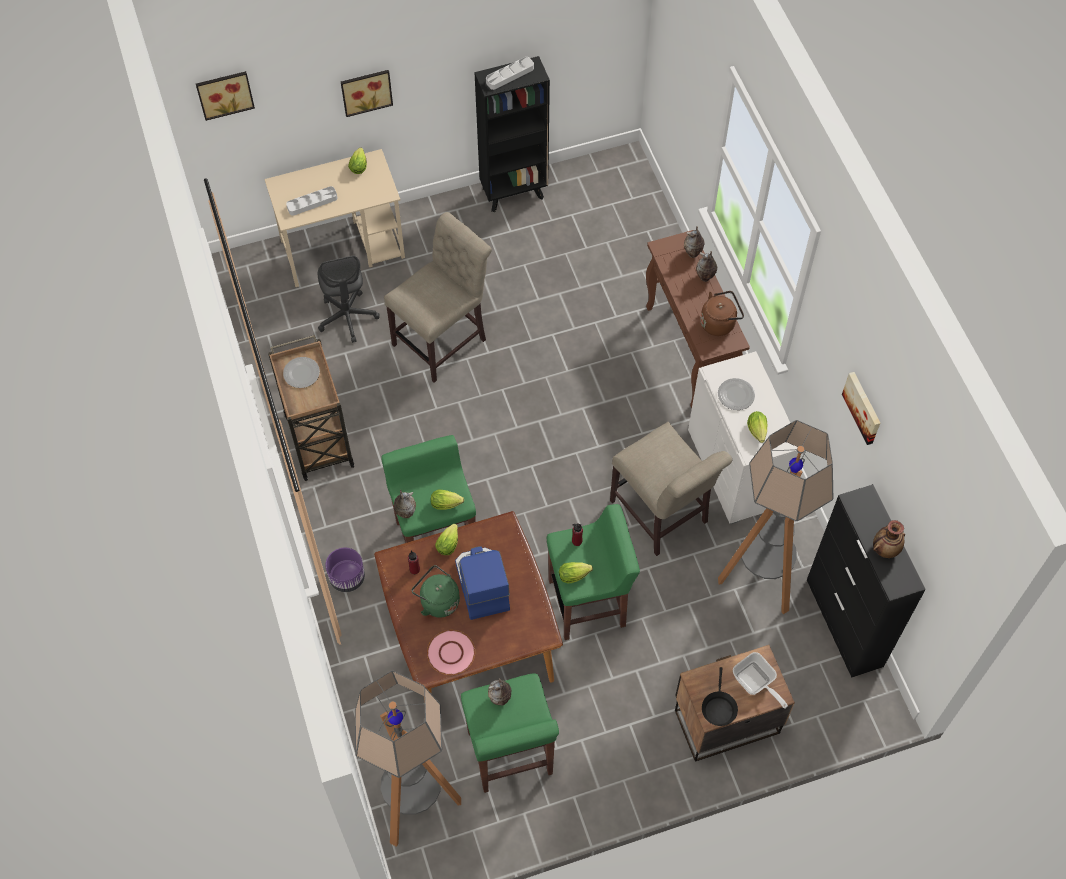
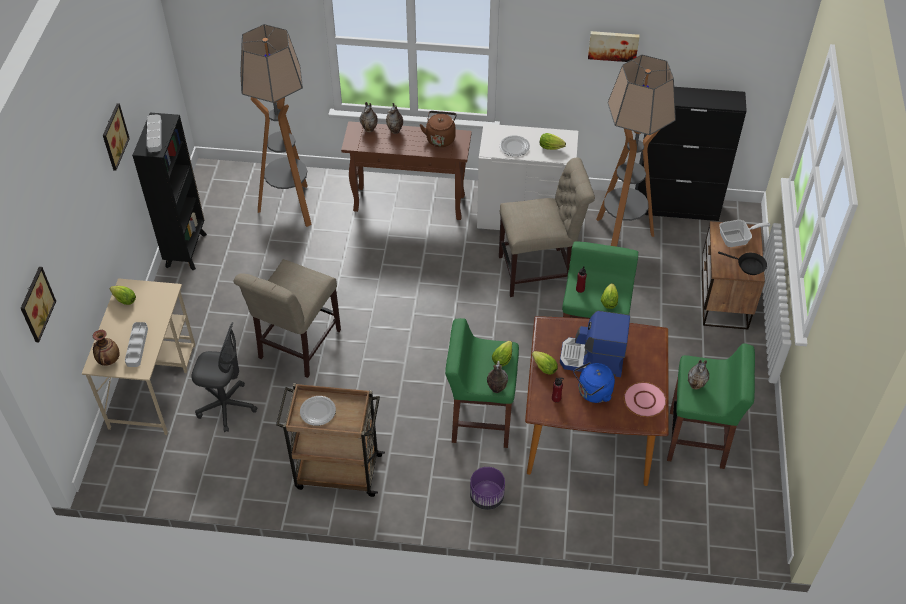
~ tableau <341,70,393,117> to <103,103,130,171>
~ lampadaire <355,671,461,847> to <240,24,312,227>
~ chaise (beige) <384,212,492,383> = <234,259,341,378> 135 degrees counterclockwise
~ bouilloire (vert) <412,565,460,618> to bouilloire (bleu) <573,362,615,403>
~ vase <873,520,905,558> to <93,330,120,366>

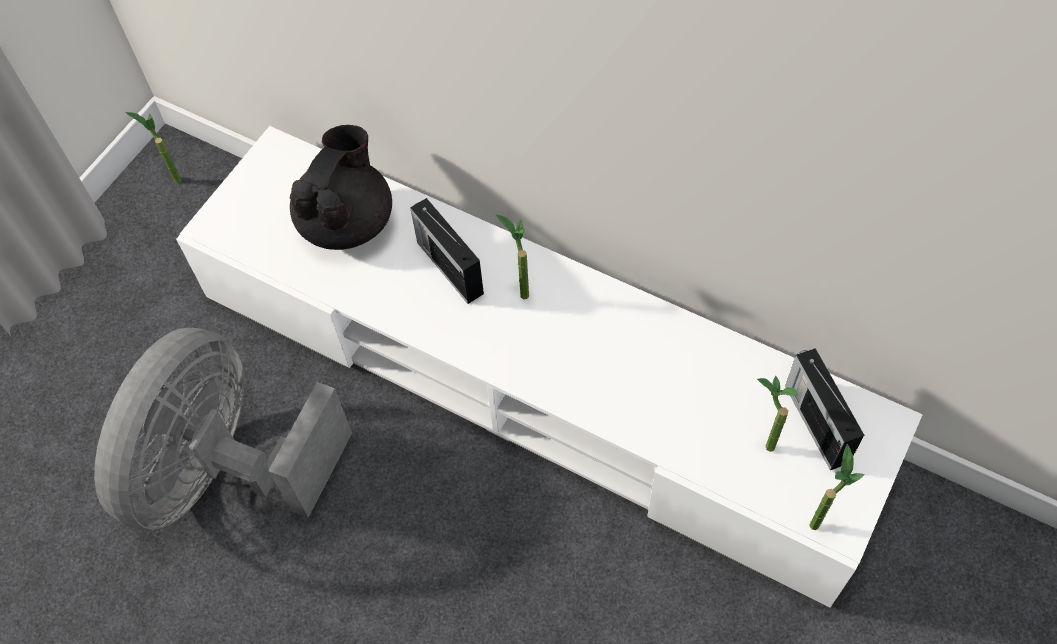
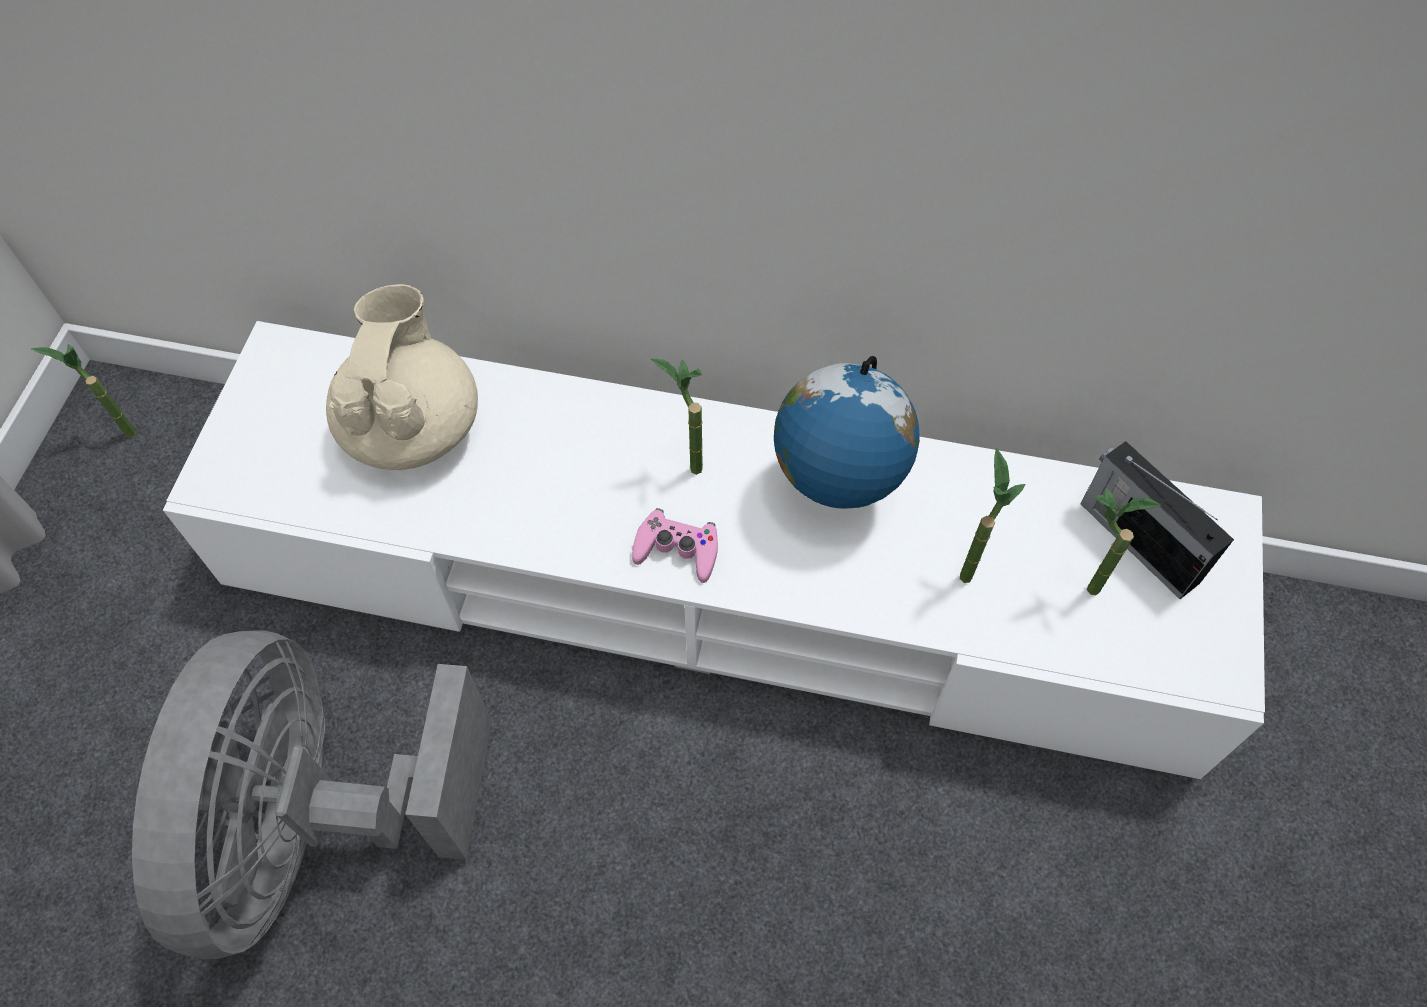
~ théière (noir) <290,125,392,250> to théière (beige) <326,284,478,470>
- radio <410,198,484,304>
~ plante en pot <809,444,865,530> to <960,448,1026,583>
+ manette (rose) <632,508,718,583>
+ globe <774,356,920,509>

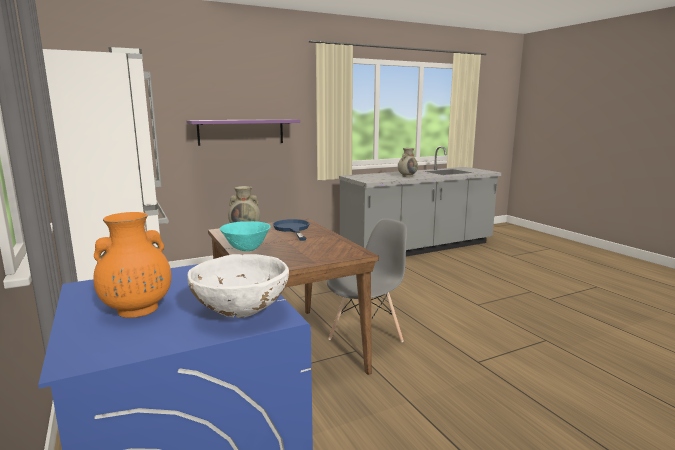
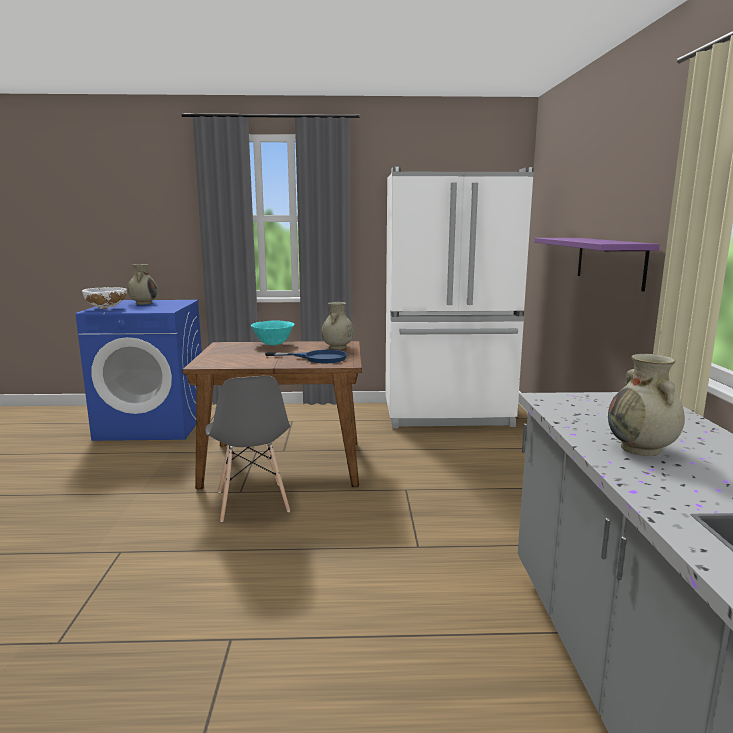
~ vase (orange) <93,212,171,318> to vase (beige) <128,264,157,305>

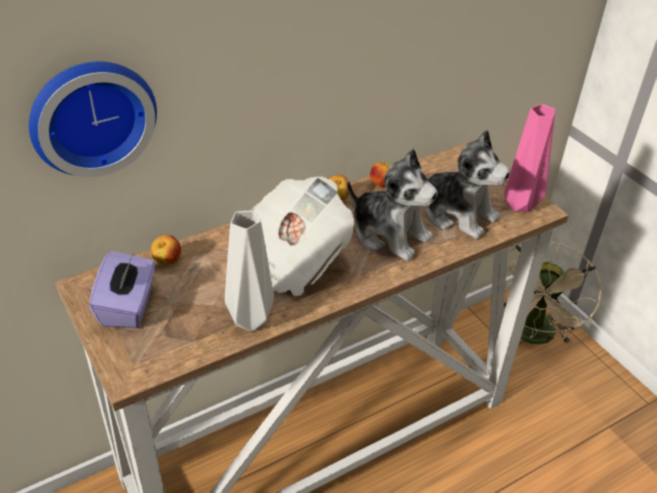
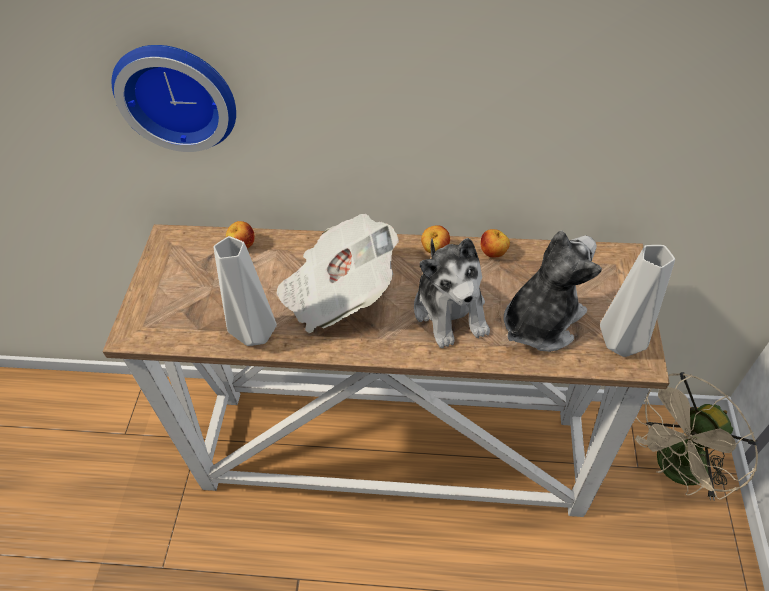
- boîte à mouchoirs (violet) <89,251,155,328>
~ peluche <418,129,510,239> = <504,230,602,352> 120 degrees counterclockwise
~ vase (rose) <504,104,556,212> to vase (gris) <600,245,675,357>

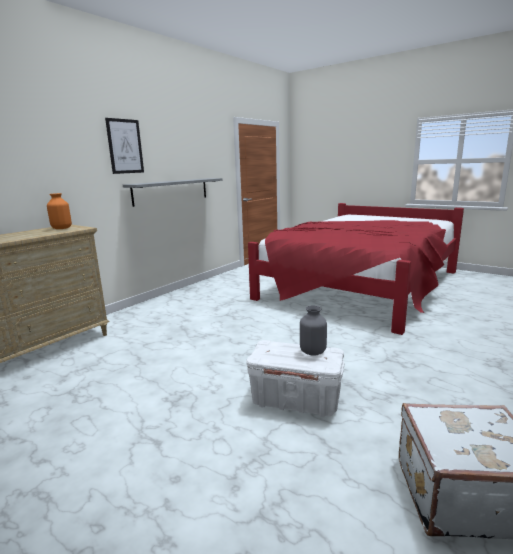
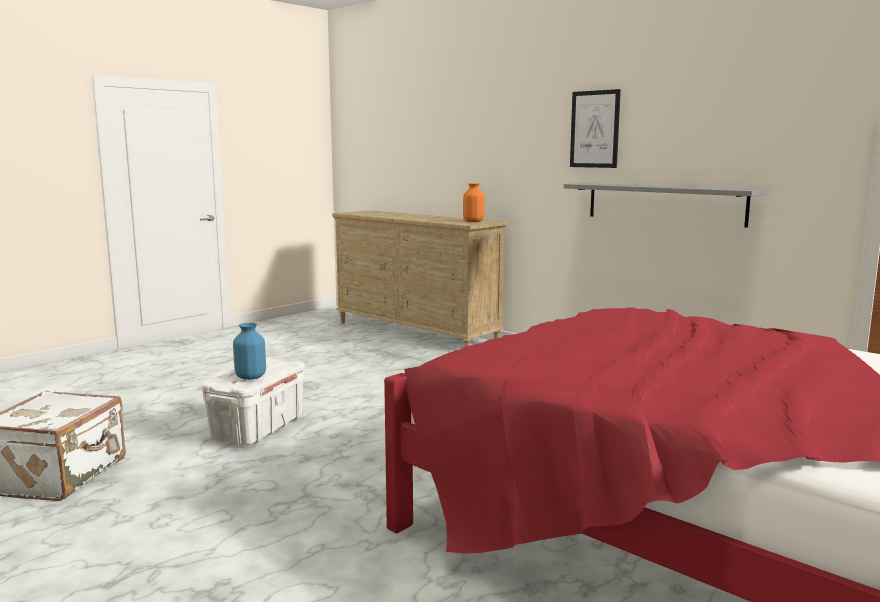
~ vase (gris) <300,306,327,355> to vase (bleu) <233,323,266,380>

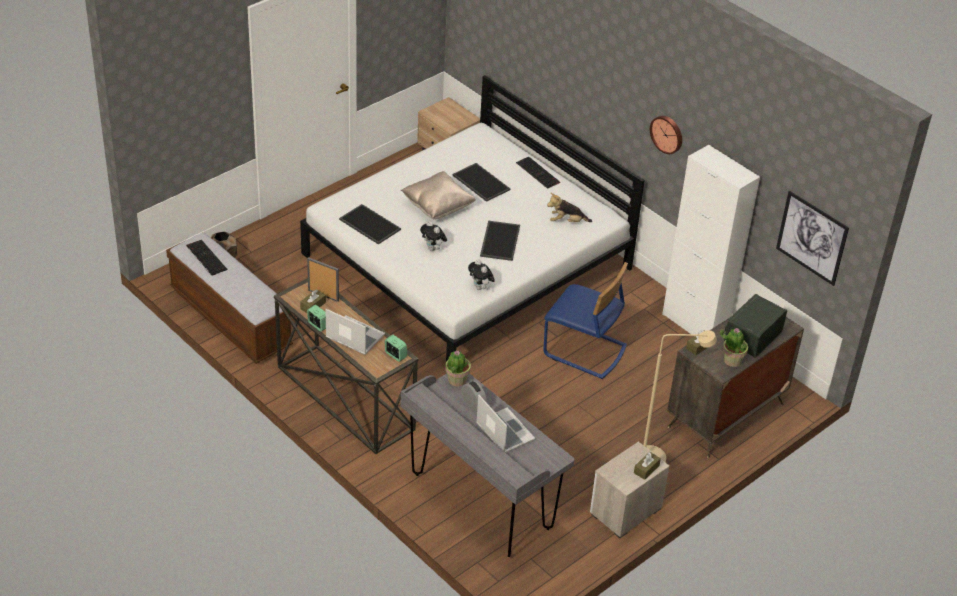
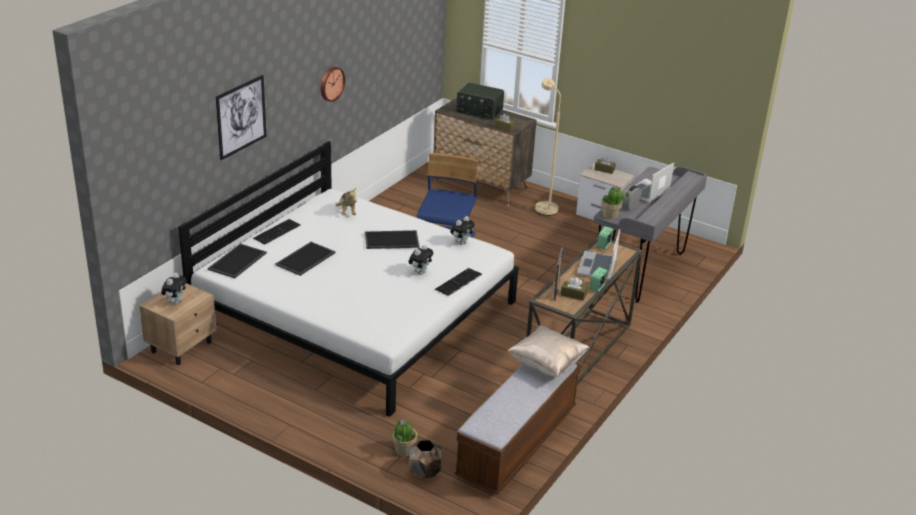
~ clavier <186,240,227,276> to <435,268,482,296>
~ plateau <339,204,401,244> to <208,244,267,278>
~ coussin (beige) <401,171,476,220> to <507,325,590,377>
- meuble de rangement (blanc) <662,145,760,334>
~ plante en pot <720,328,748,367> to <392,419,417,457>
~ tableau <776,191,849,286> to <216,75,266,160>
+ peluche <161,273,186,304>

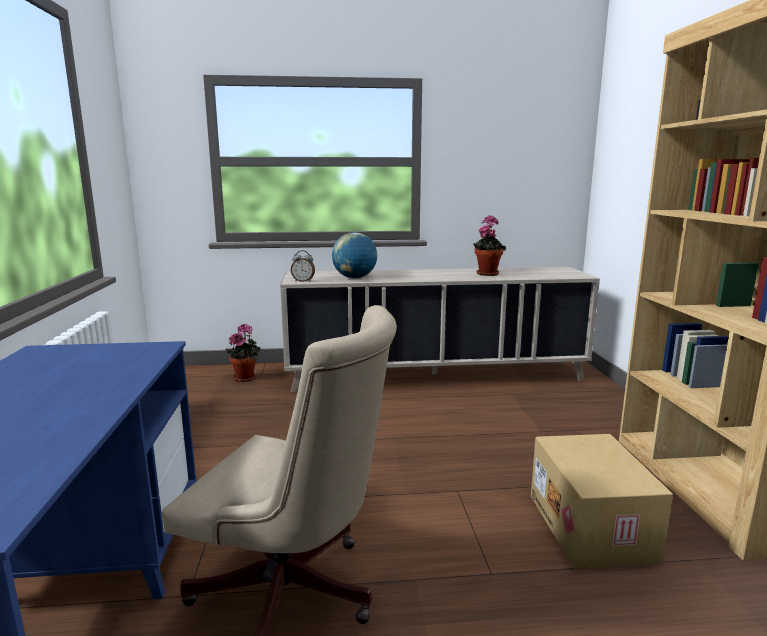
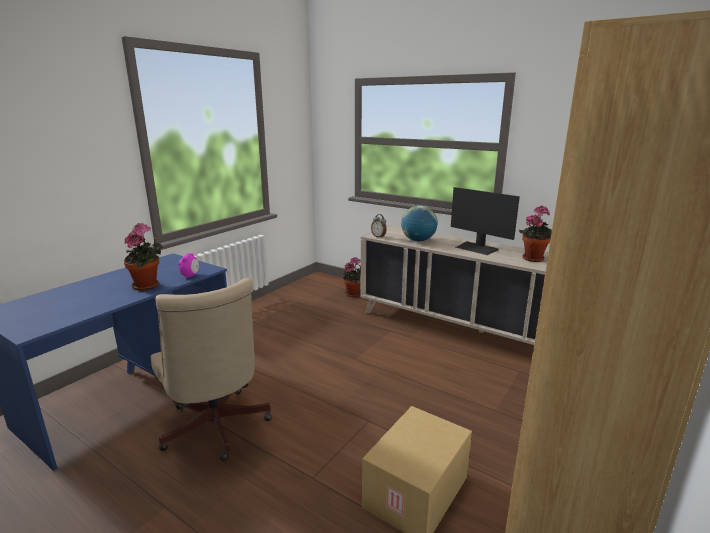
+ plante en pot <124,223,163,290>
+ réveil <179,253,199,278>
+ écran d'ordinateur <451,187,520,255>

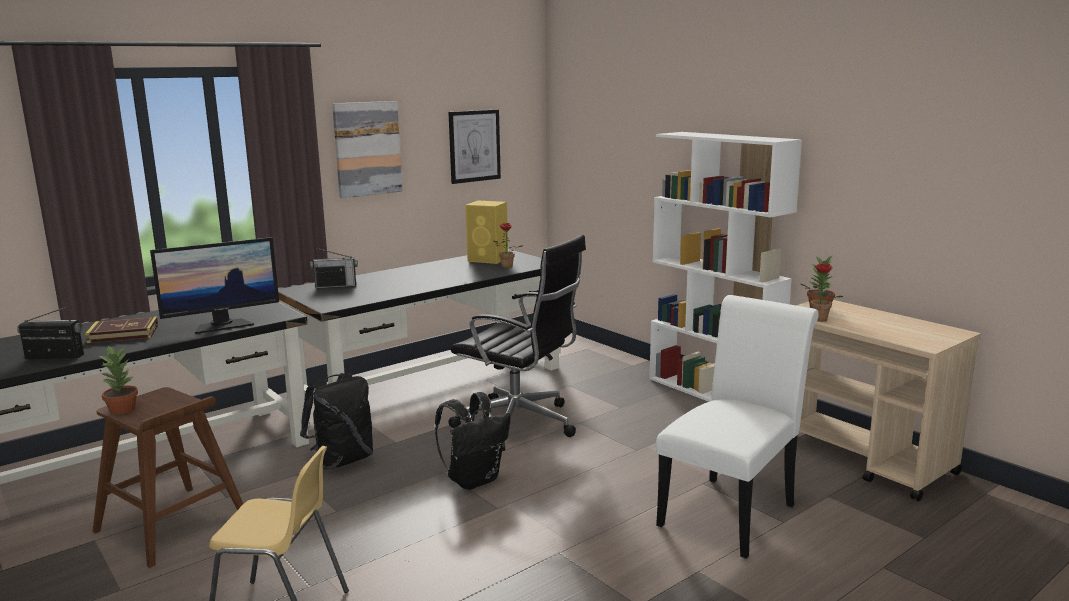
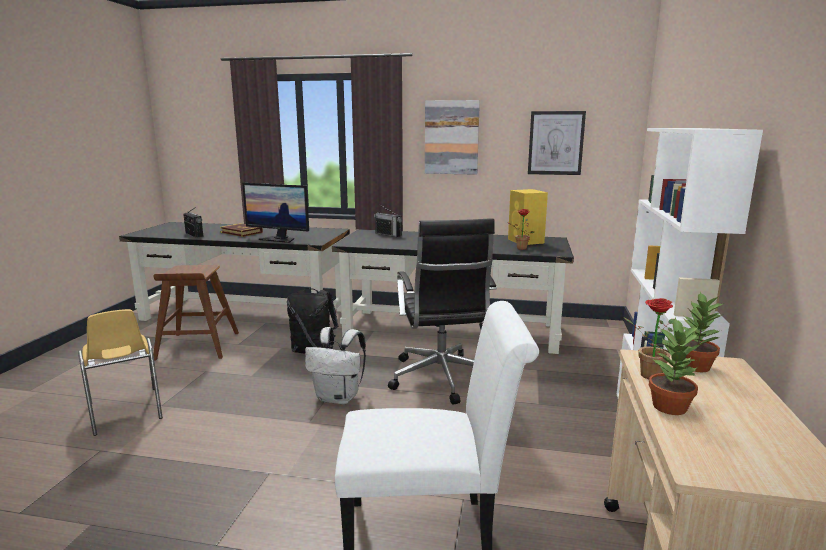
~ plante en pot <98,346,138,414> to <649,317,701,415>
~ sac à dos (noir) <435,392,511,490> to sac à dos (blanc) <305,327,366,404>

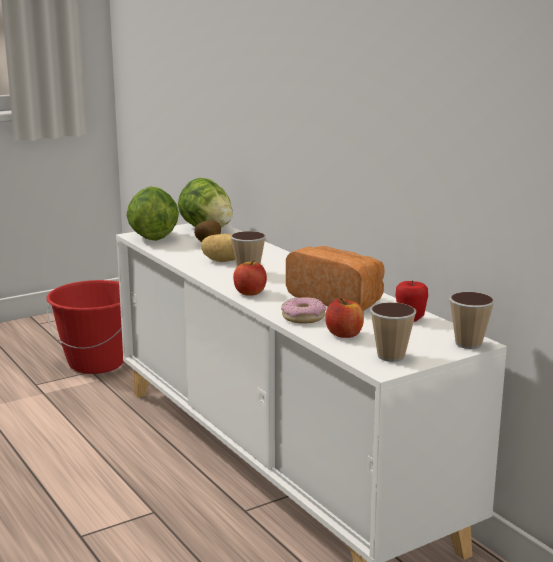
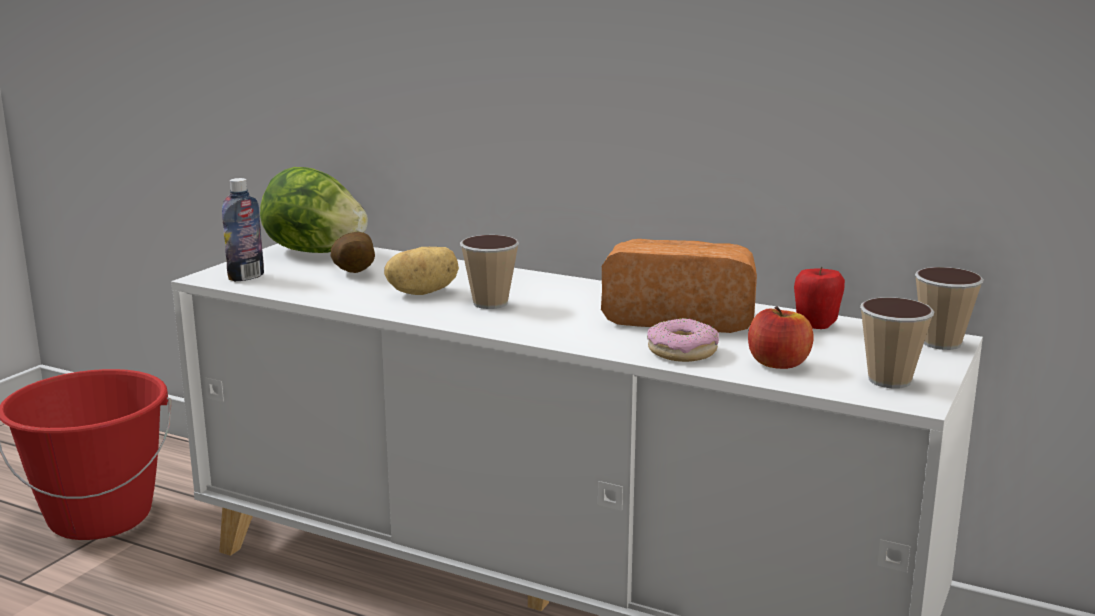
~ laitue <126,186,179,241> to bouteille <222,178,264,282>
- pomme <233,261,267,296>

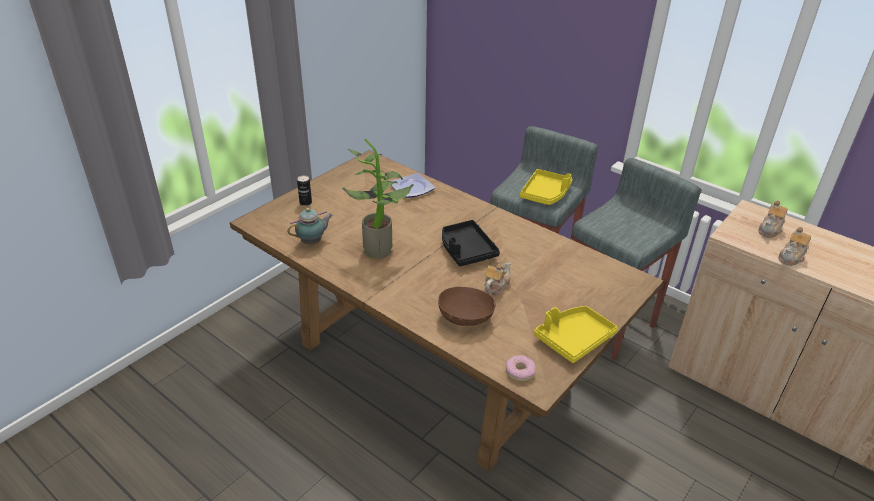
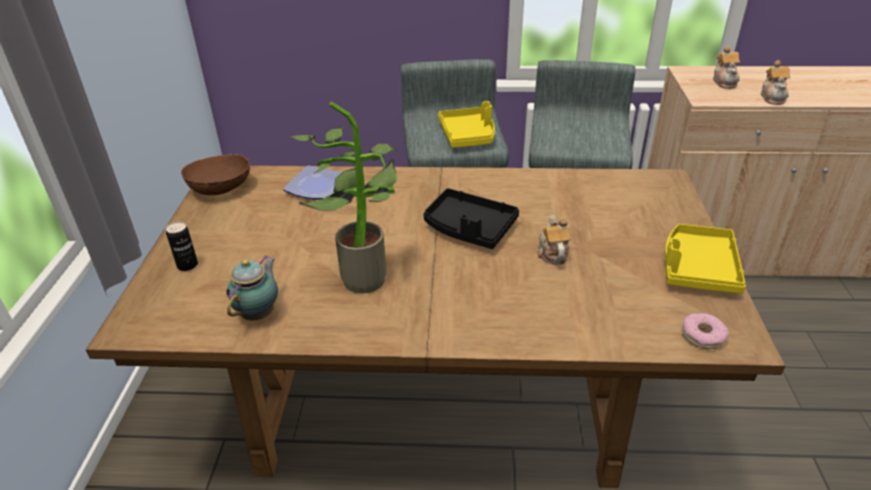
~ bol (marron) <438,286,496,326> to <181,154,250,195>

